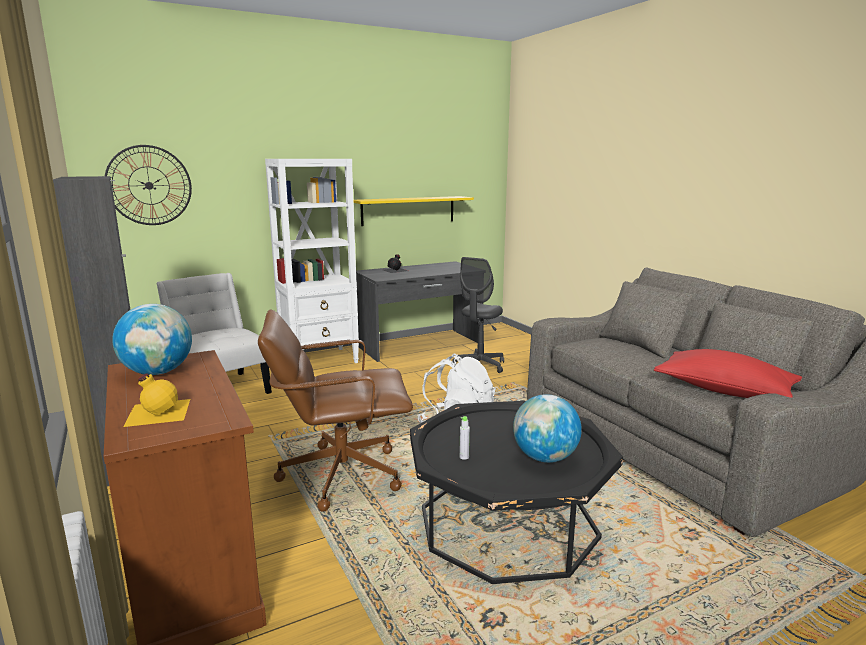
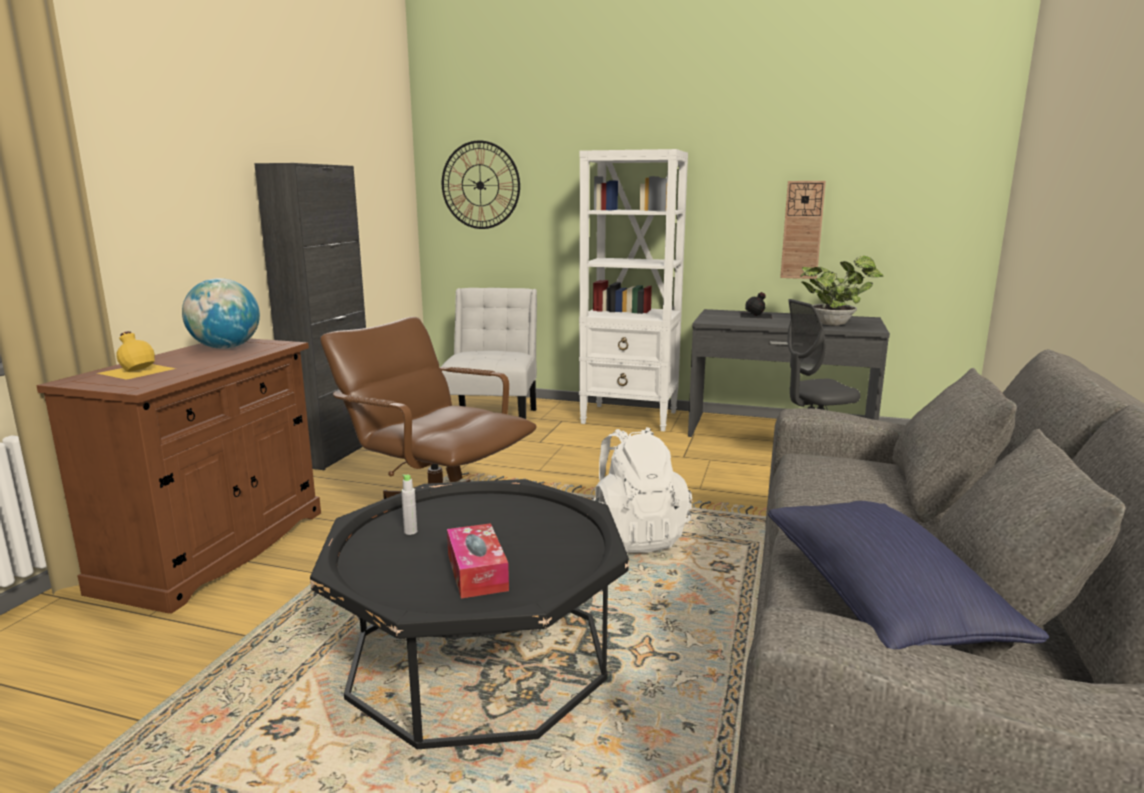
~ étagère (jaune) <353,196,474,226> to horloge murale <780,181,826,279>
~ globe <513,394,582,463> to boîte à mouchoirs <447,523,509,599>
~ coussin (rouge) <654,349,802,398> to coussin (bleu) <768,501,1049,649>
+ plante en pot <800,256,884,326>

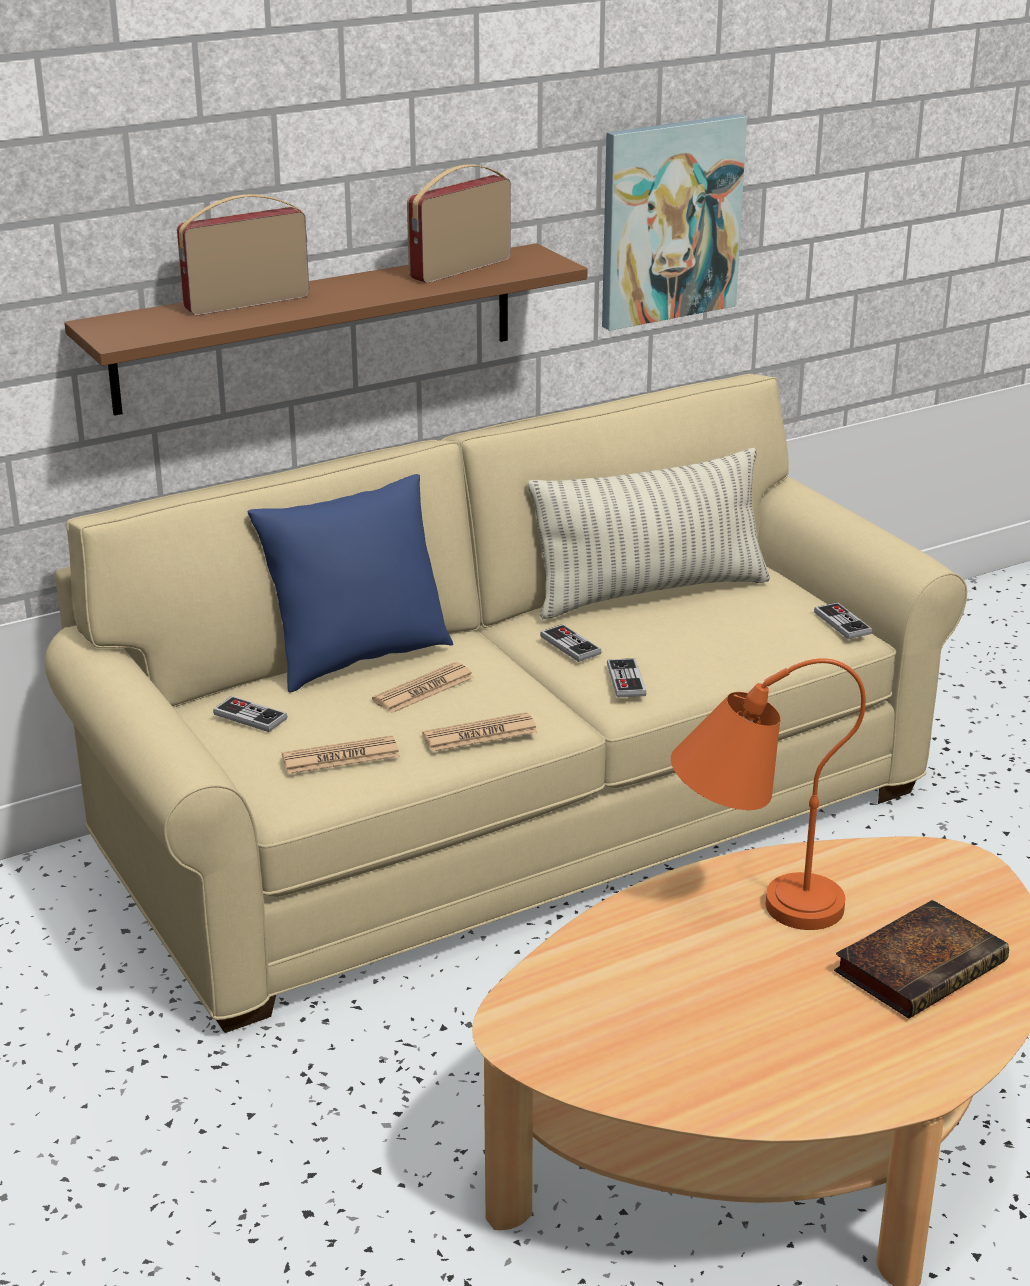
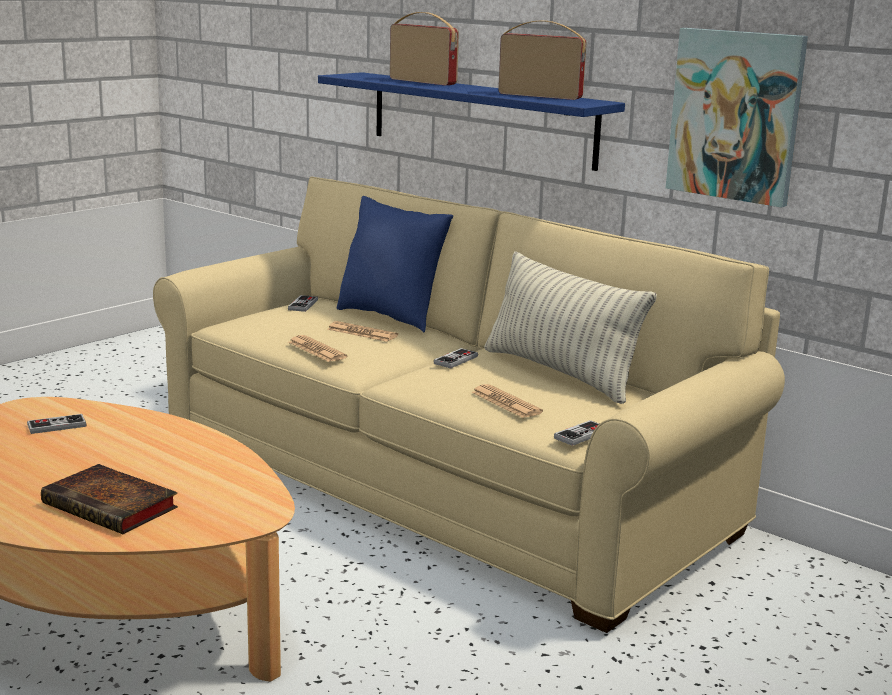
~ étagère (marron) <64,243,588,416> to étagère (bleu) <318,72,625,171>
~ journal <282,736,400,774> to <471,384,543,418>
~ manette <607,658,646,698> to <27,414,87,434>
- lampe de table (orange) <671,658,866,930>

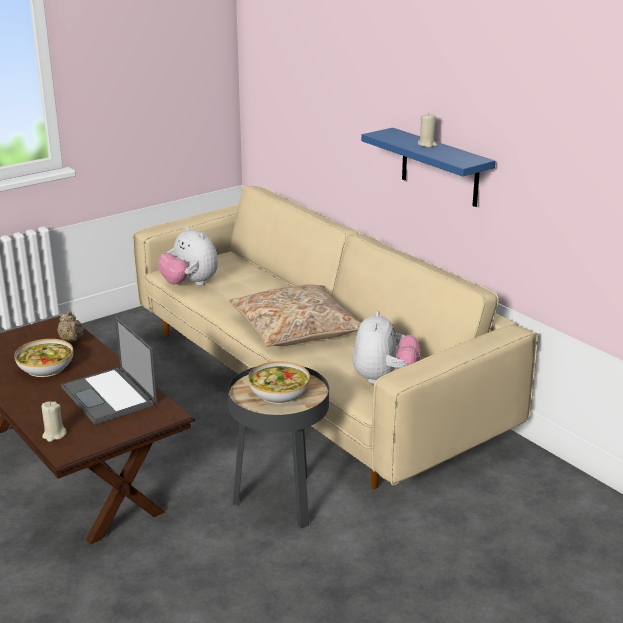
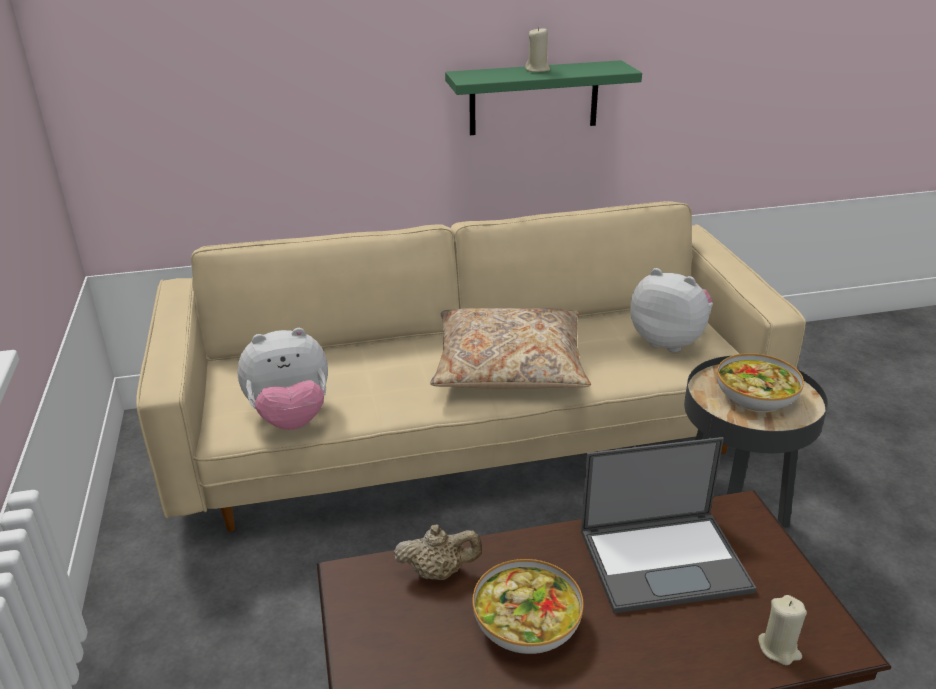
~ étagère (bleu) <361,128,495,207> to étagère (vert) <445,60,642,135>

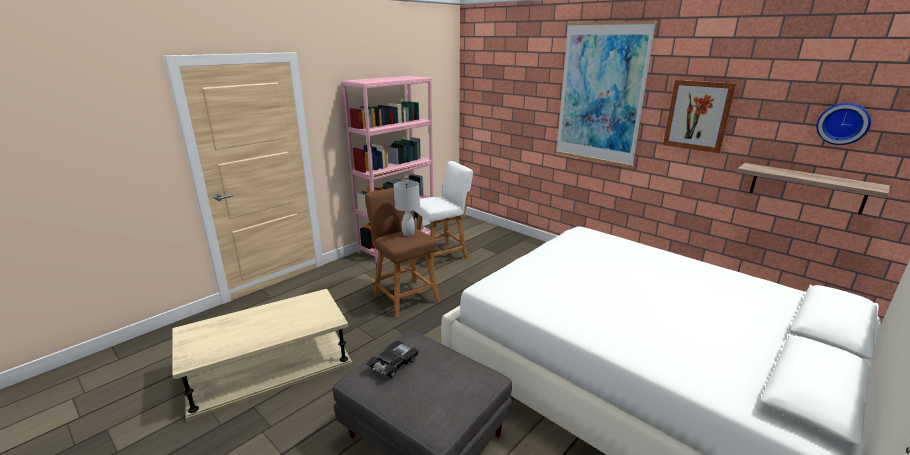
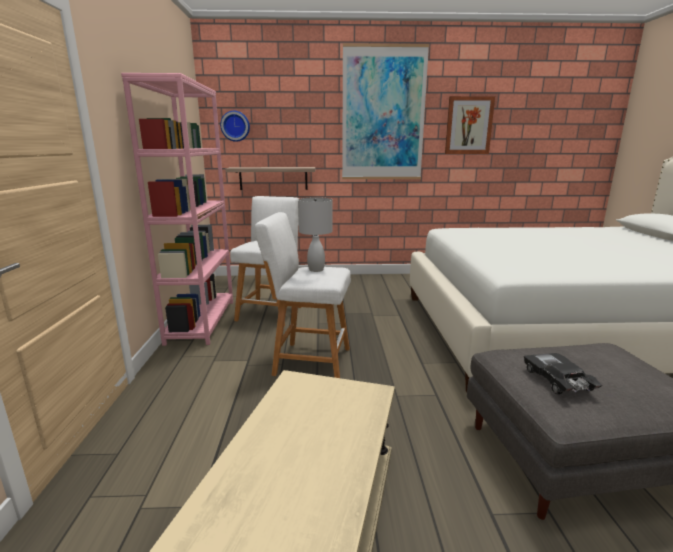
~ tabouret (marron) <365,187,440,318> to tabouret (blanc) <255,212,351,378>
~ étagère <736,163,890,214> to <225,167,315,190>
~ horloge murale <816,103,871,145> to <220,111,250,142>

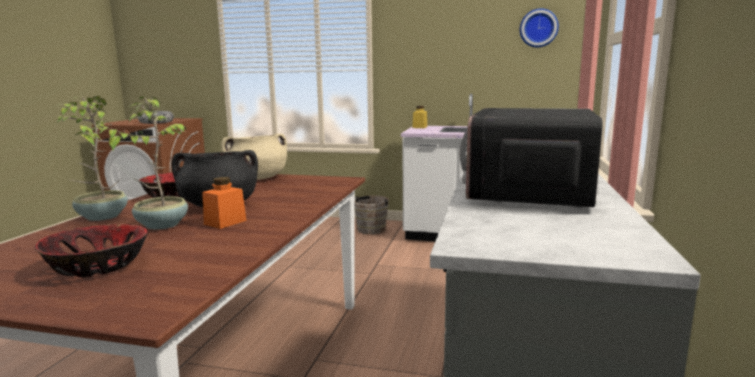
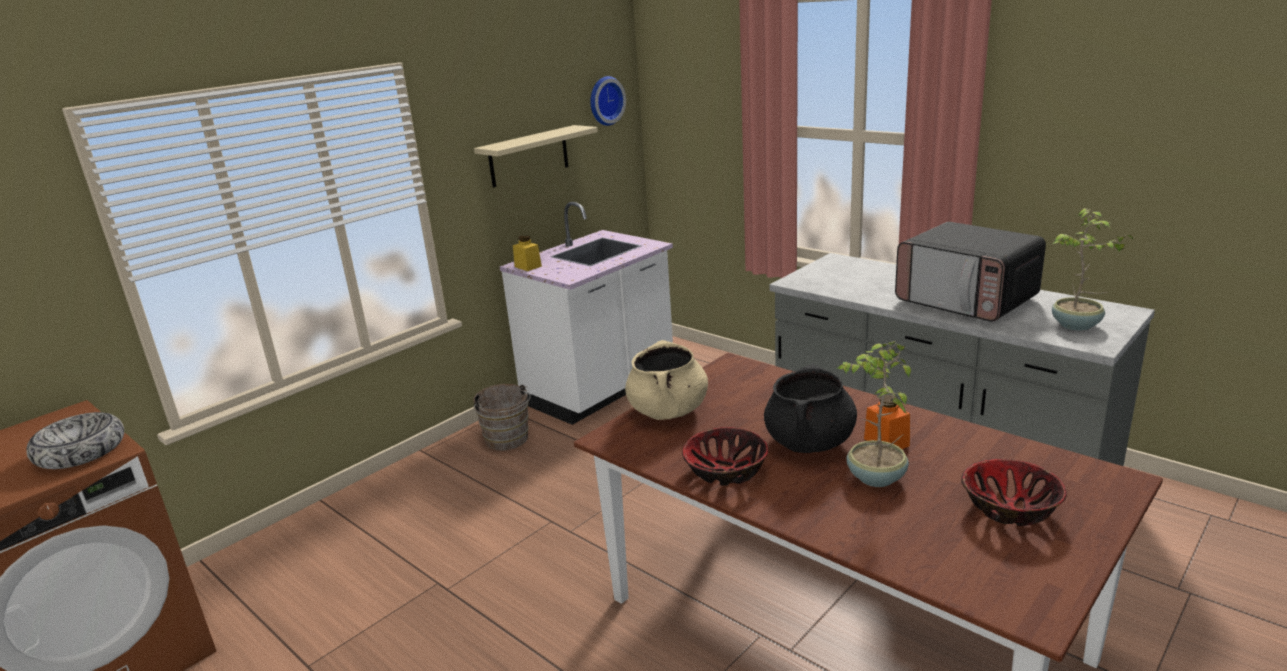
~ plante en pot <57,96,128,221> to <1052,208,1133,331>
+ étagère (beige) <474,125,598,188>

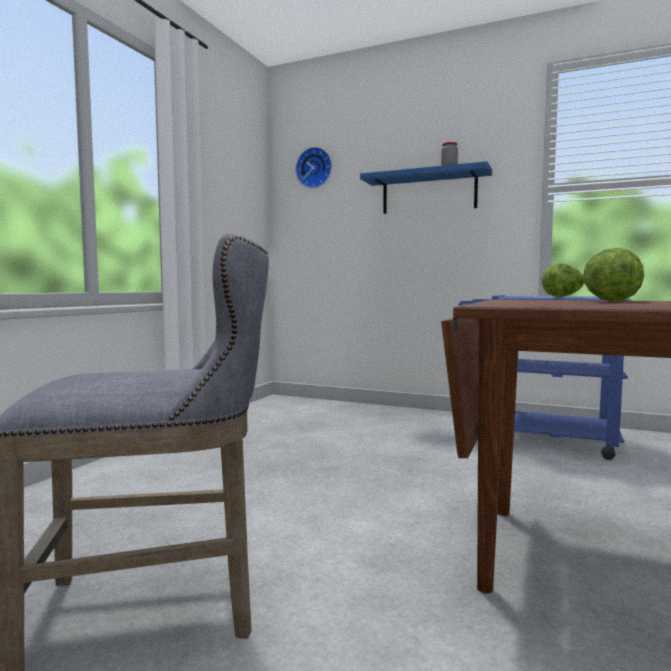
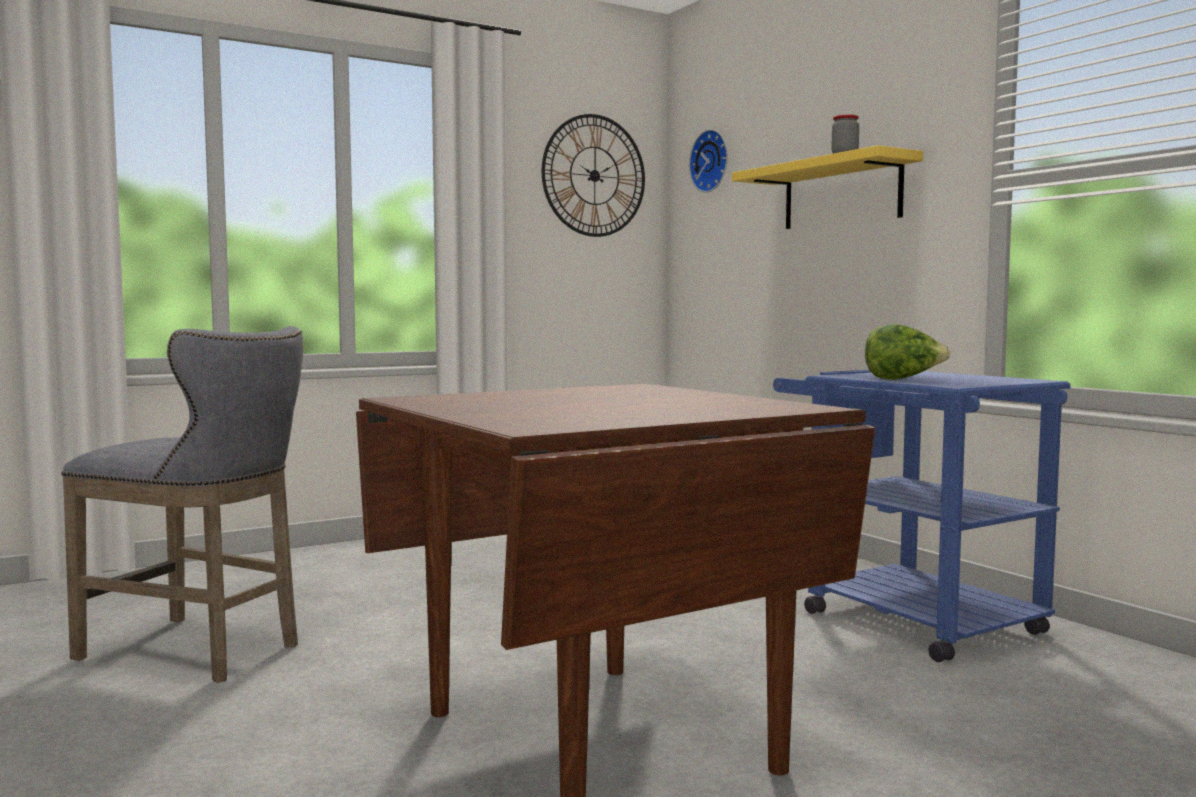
~ étagère (bleu) <360,161,492,214> to étagère (jaune) <732,145,923,229>
- laitue <583,248,644,302>
+ horloge murale <542,114,645,237>

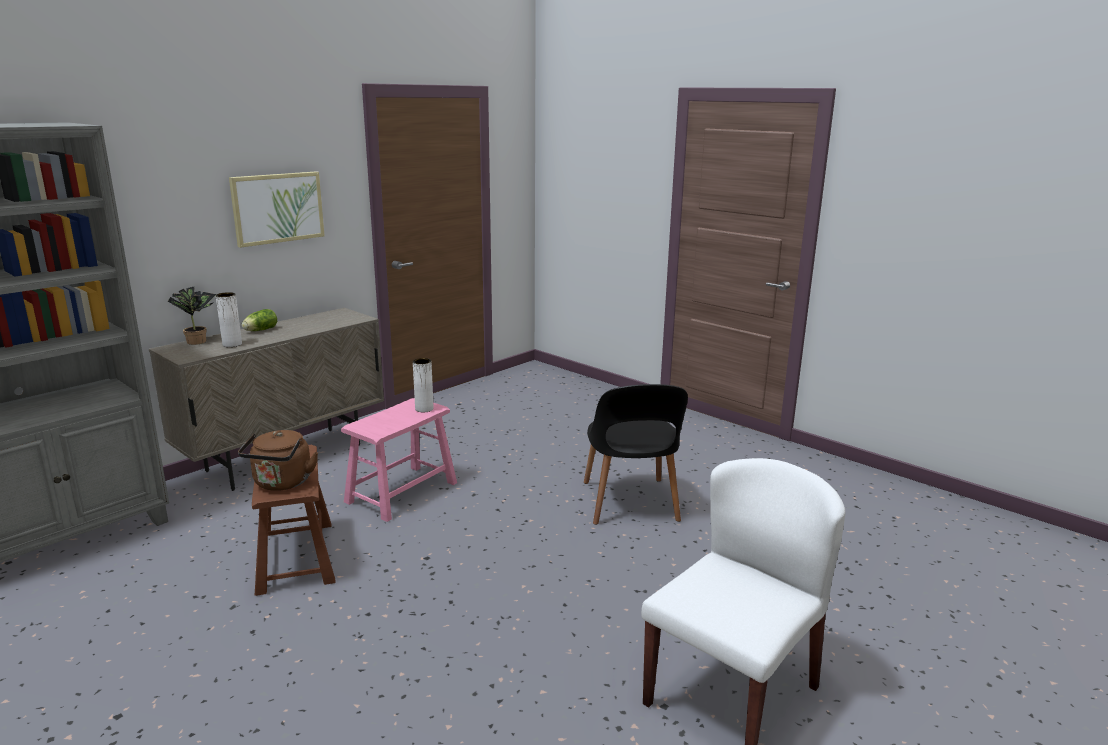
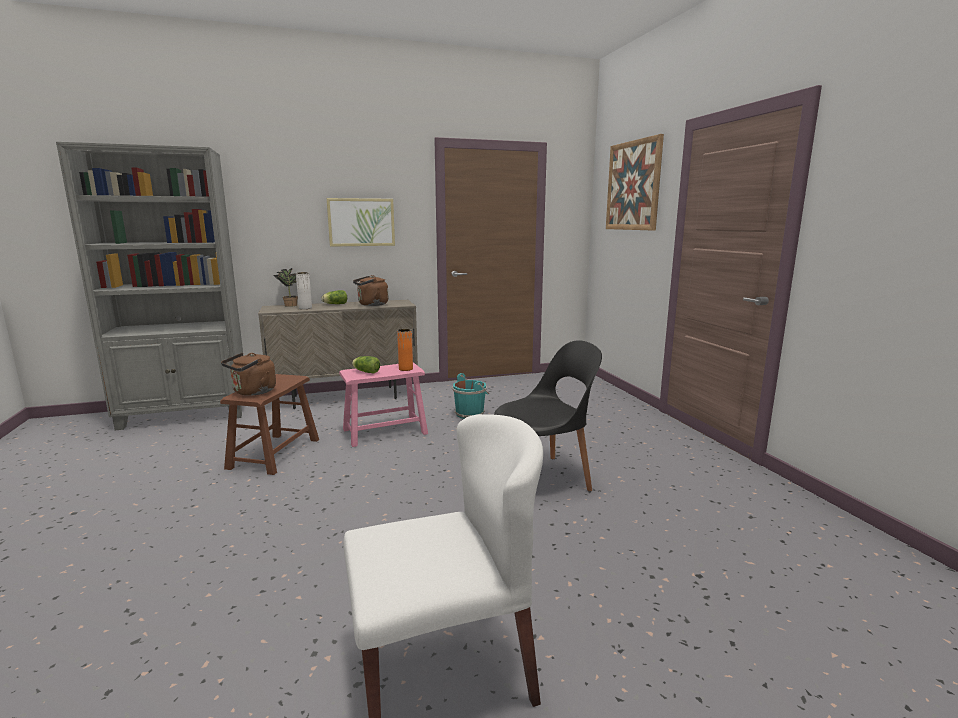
~ vase (blanc) <413,358,434,412> to vase (orange) <397,329,413,371>
~ chaise (noir) <584,384,688,525> = <494,340,602,492> 135 degrees counterclockwise
+ laitue <352,356,380,374>
+ bouilloire (marron) <353,275,388,306>
+ seau (turquoise) <451,373,489,419>
+ tableau <606,134,664,230>

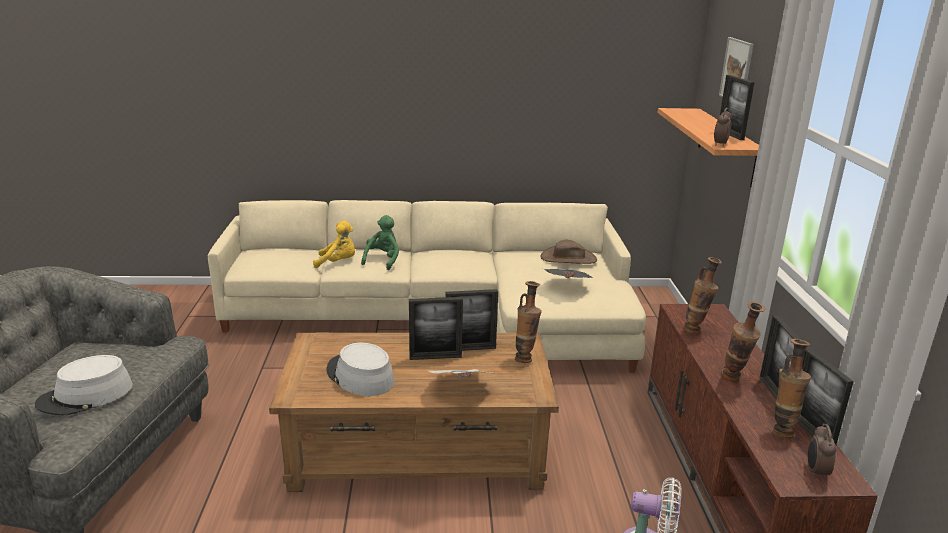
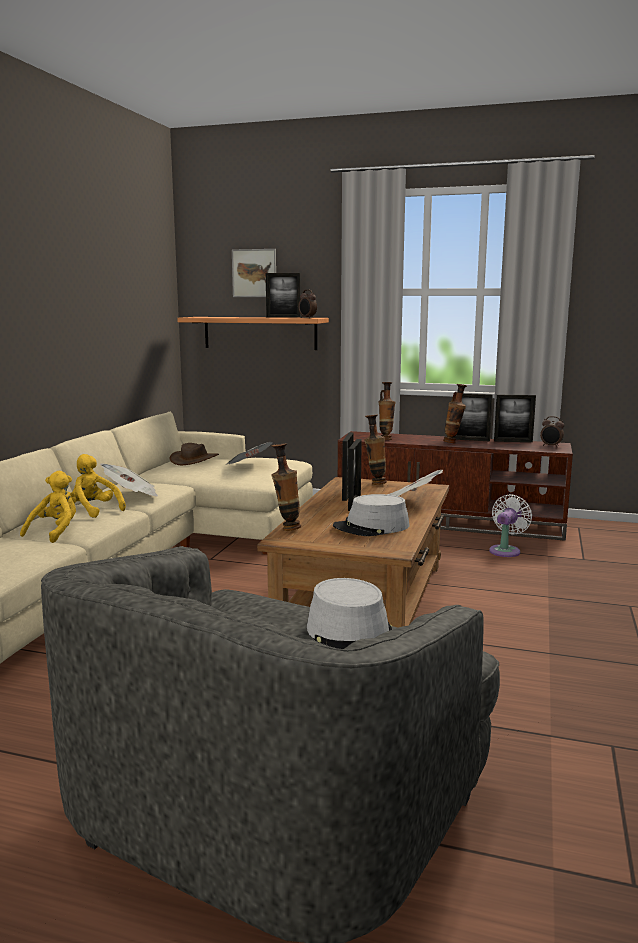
~ peluche (vert) <361,215,399,270> to peluche (jaune) <69,454,126,518>
~ vase <772,339,811,439> to <272,443,301,531>
+ journal <100,463,158,497>

